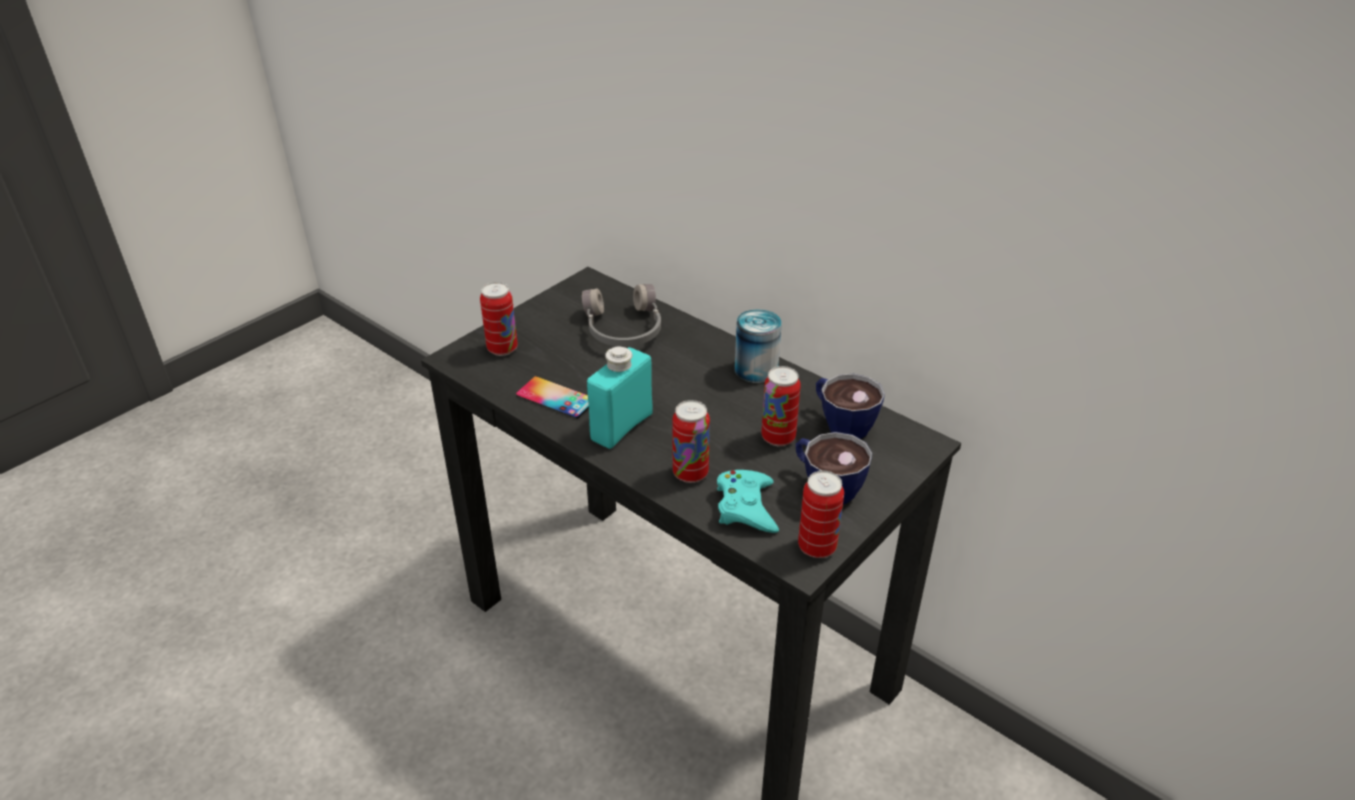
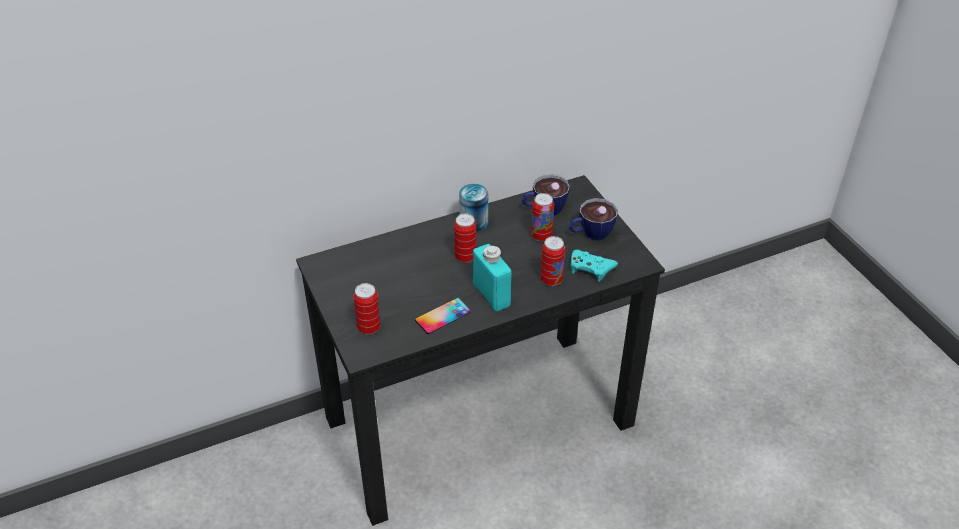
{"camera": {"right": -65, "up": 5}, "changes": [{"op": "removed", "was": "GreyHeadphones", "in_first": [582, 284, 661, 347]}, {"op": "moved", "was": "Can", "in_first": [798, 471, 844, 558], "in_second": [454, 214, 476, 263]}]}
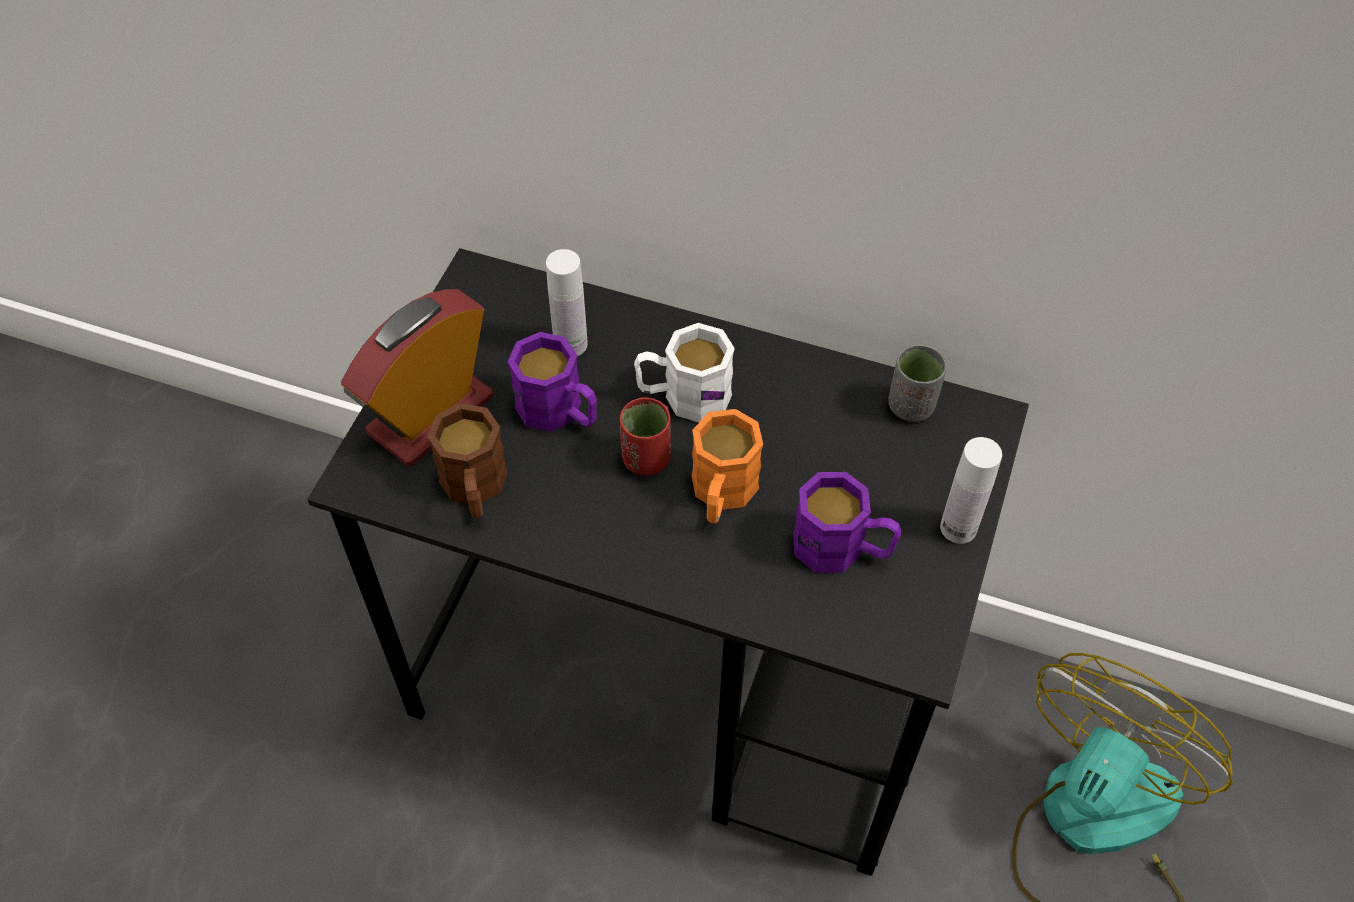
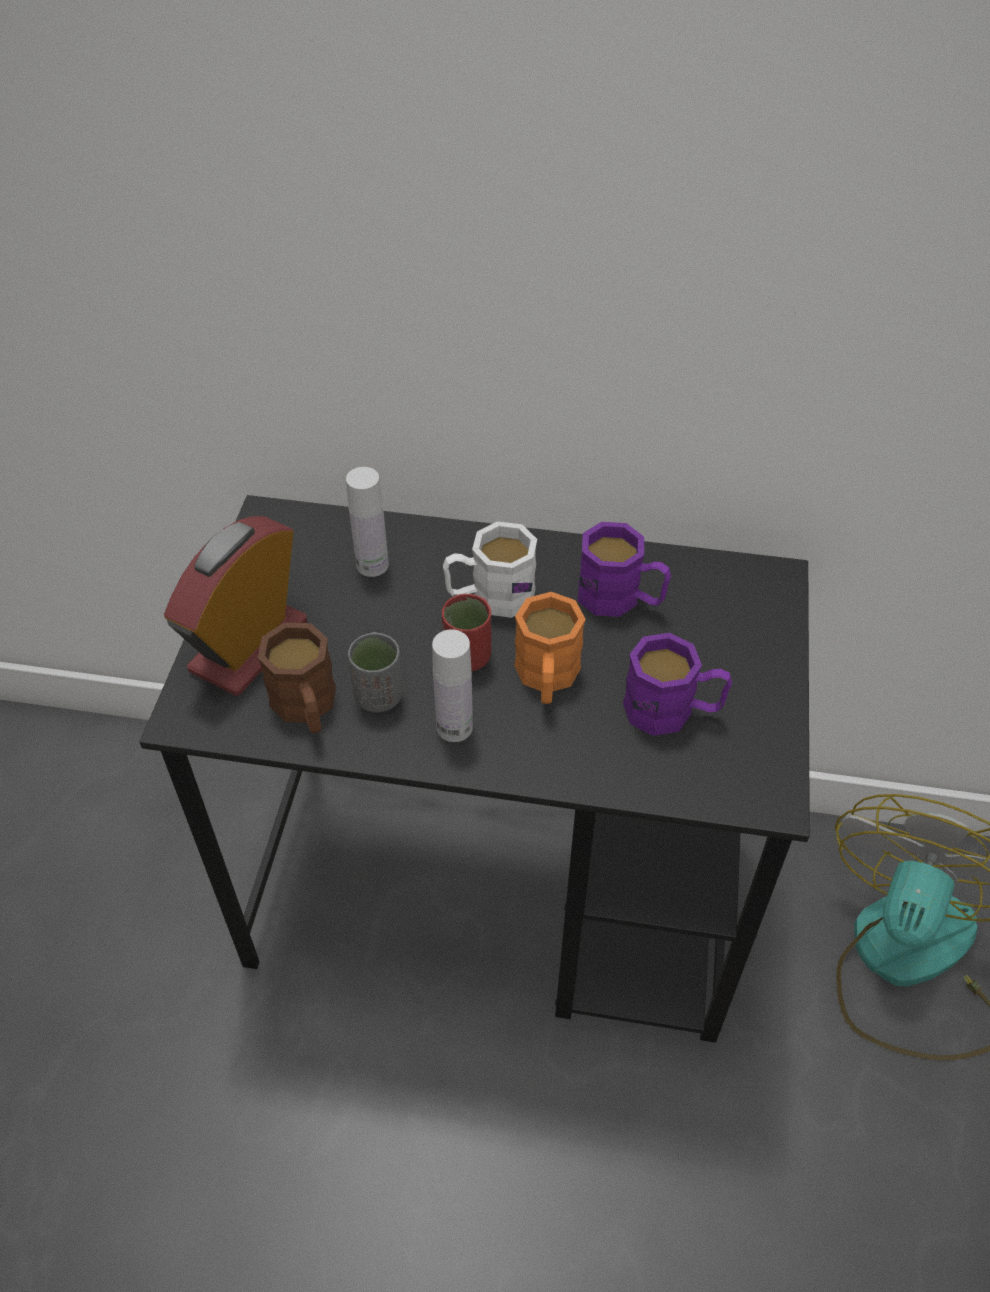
{"camera": {"right": -10, "up": -5}, "changes": [{"op": "moved", "was": "PurpleMug", "in_first": [508, 332, 597, 432], "in_second": [578, 522, 671, 617]}, {"op": "moved", "was": "GreyCup", "in_first": [888, 344, 947, 422], "in_second": [348, 632, 402, 712]}, {"op": "moved", "was": "WhiteBottle", "in_first": [940, 437, 1002, 544], "in_second": [432, 629, 473, 742]}]}
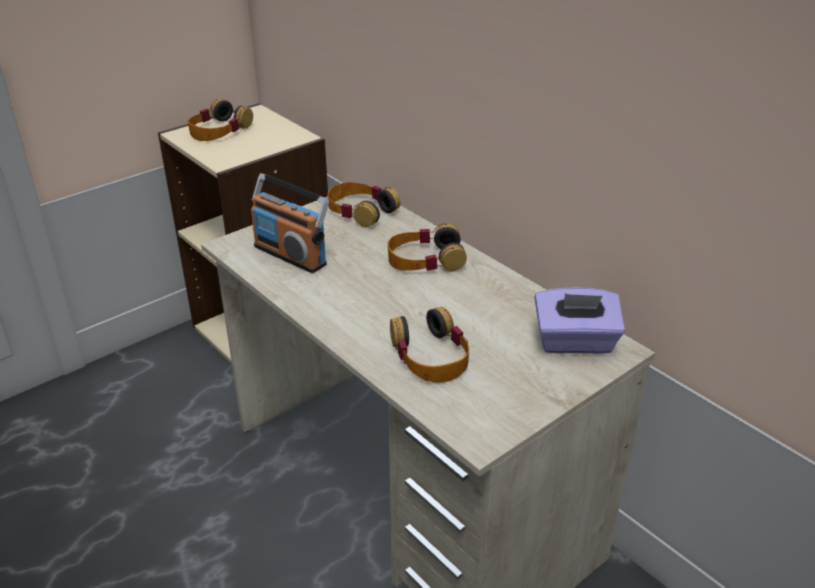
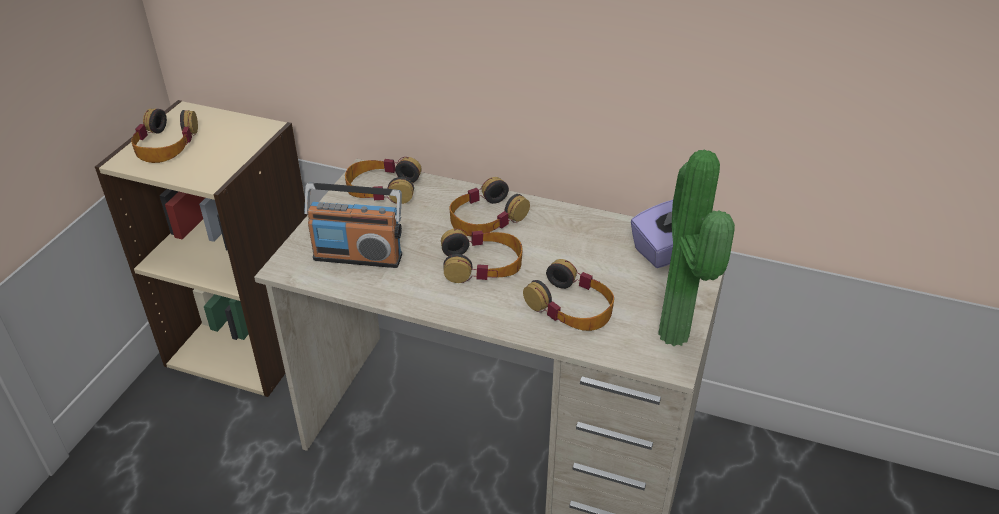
{"camera": {"right": -30, "up": 5}, "changes": [{"op": "added", "now": "PottedPlant", "in_second": [658, 150, 735, 346]}, {"op": "added", "now": "Headphones", "in_second": [441, 229, 523, 283]}]}
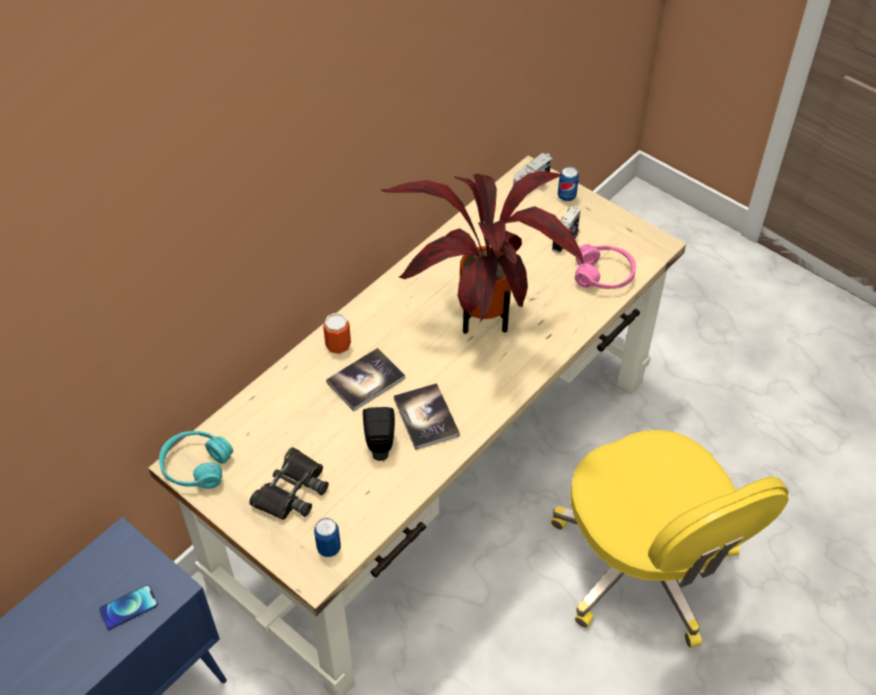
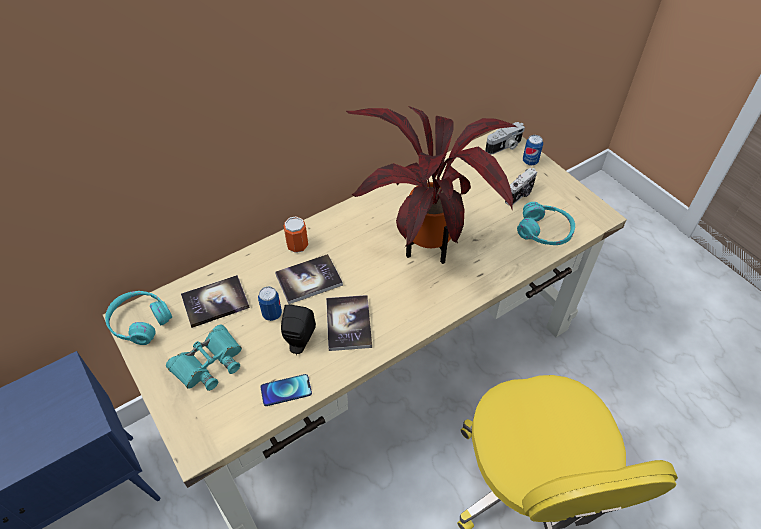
{"camera": {"right": 15, "up": 0}, "changes": [{"op": "recoloured", "was": "PinkHeadphones", "now": "TurquoiseHeadphones", "in_first": [575, 244, 636, 289], "in_second": [517, 202, 575, 245]}, {"op": "recoloured", "was": "BlackBinoculars", "now": "TurquoiseBinoculars", "in_first": [249, 447, 329, 520], "in_second": [166, 325, 242, 391]}, {"op": "moved", "was": "Can", "in_first": [314, 518, 341, 557], "in_second": [258, 287, 282, 321]}, {"op": "moved", "was": "Phone", "in_first": [99, 585, 158, 630], "in_second": [260, 374, 312, 406]}, {"op": "added", "now": "Book", "in_second": [181, 275, 250, 328]}]}
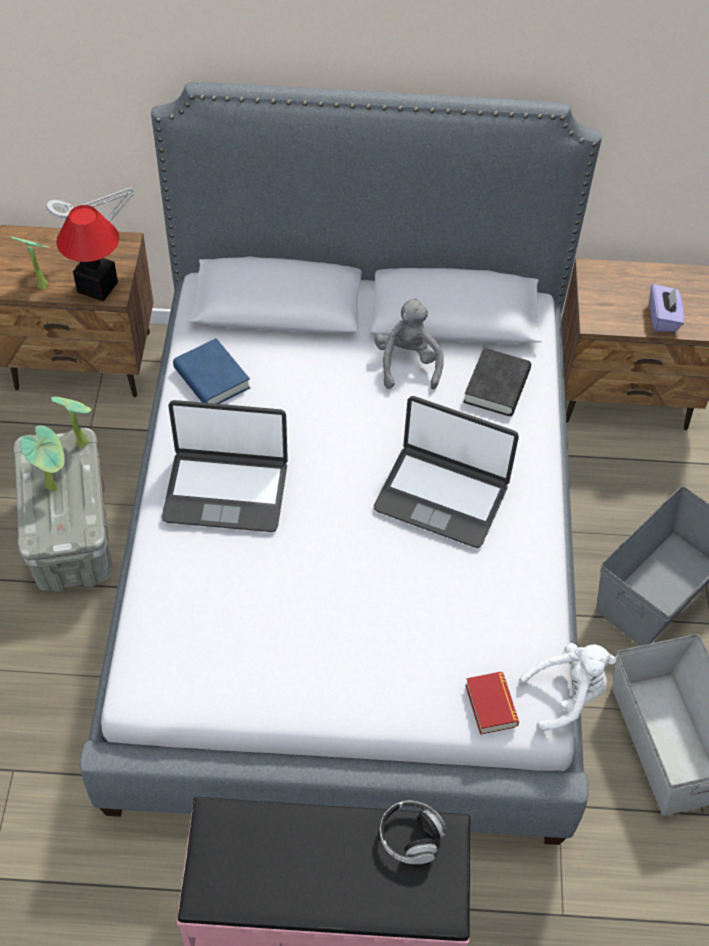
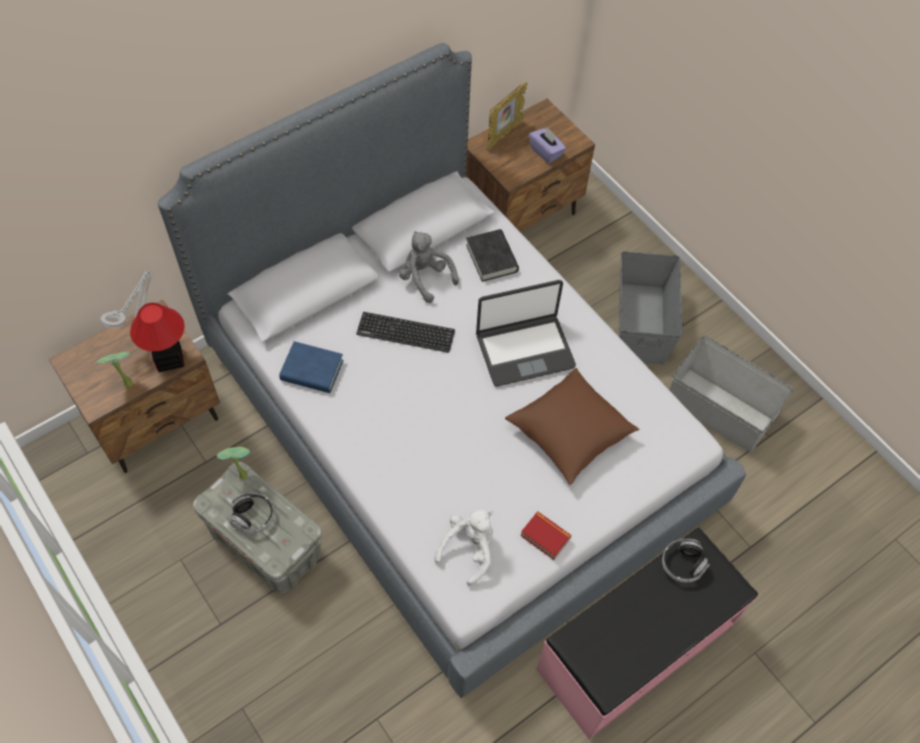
{"camera": {"right": -40, "up": 5}, "changes": [{"op": "removed", "was": "Laptop", "in_first": [162, 400, 288, 532]}, {"op": "replaced", "was": "PottedPlant", "now": "Headphones", "in_first": [20, 425, 65, 492], "in_second": [230, 493, 274, 534]}, {"op": "moved", "was": "WhitePlushToy", "in_first": [519, 643, 616, 731], "in_second": [434, 509, 493, 586]}, {"op": "moved", "was": "Book", "in_first": [465, 672, 519, 735], "in_second": [520, 512, 571, 560]}, {"op": "added", "now": "PictureFrame", "in_second": [487, 82, 527, 150]}, {"op": "added", "now": "Keyboard", "in_second": [356, 312, 455, 353]}, {"op": "added", "now": "BrownPillow", "in_second": [505, 368, 639, 485]}]}
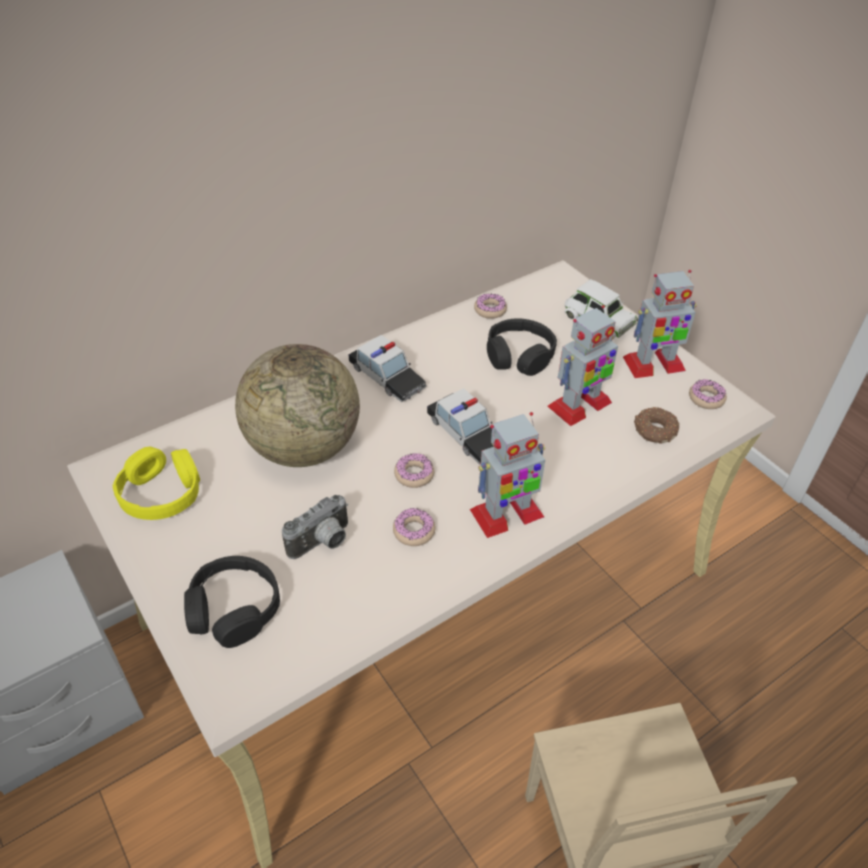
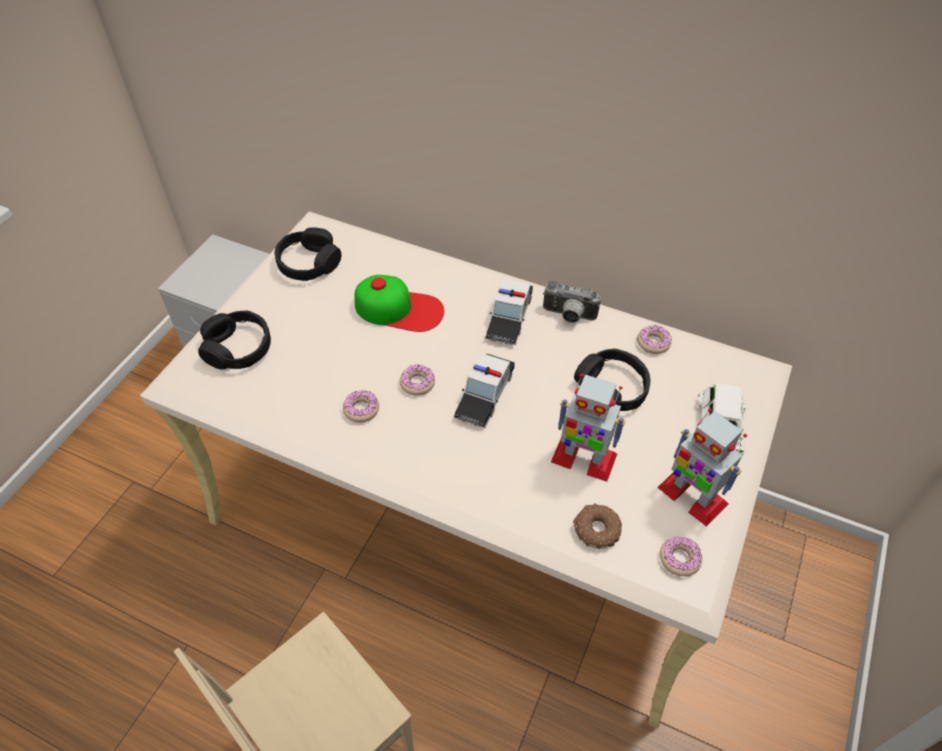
{"camera": {"right": 60, "up": 5}, "changes": [{"op": "replaced", "was": "Globe", "now": "Cap", "in_first": [235, 344, 360, 467], "in_second": [354, 275, 444, 332]}, {"op": "removed", "was": "ToyRobot", "in_first": [470, 412, 545, 538]}, {"op": "recoloured", "was": "YellowHeadphones", "now": "BlackHeadphones", "in_first": [113, 447, 200, 520], "in_second": [275, 227, 341, 281]}, {"op": "moved", "was": "PhotoCamera", "in_first": [282, 495, 348, 559], "in_second": [543, 281, 601, 323]}]}
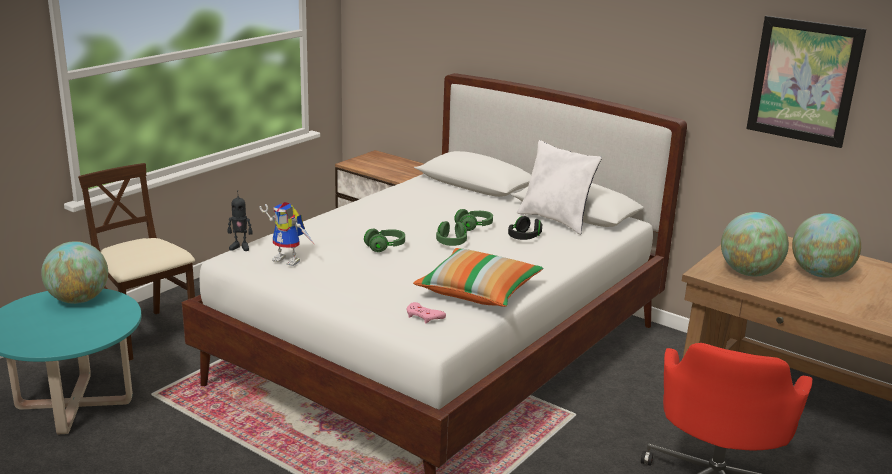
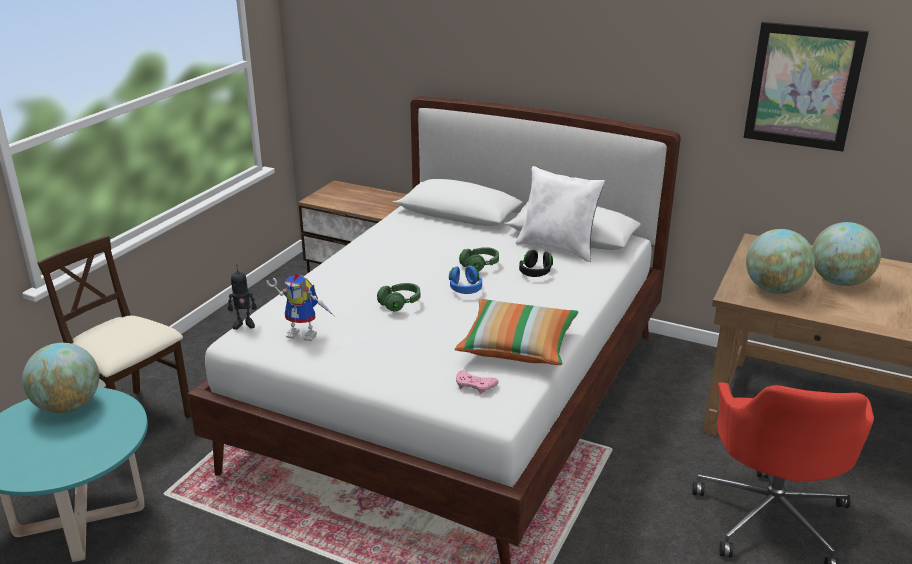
{"camera": {"right": -10, "up": 5}, "changes": [{"op": "recoloured", "was": "GreenHeadphones", "now": "BlueHeadphones", "in_first": [436, 221, 467, 246], "in_second": [449, 265, 482, 294]}]}
